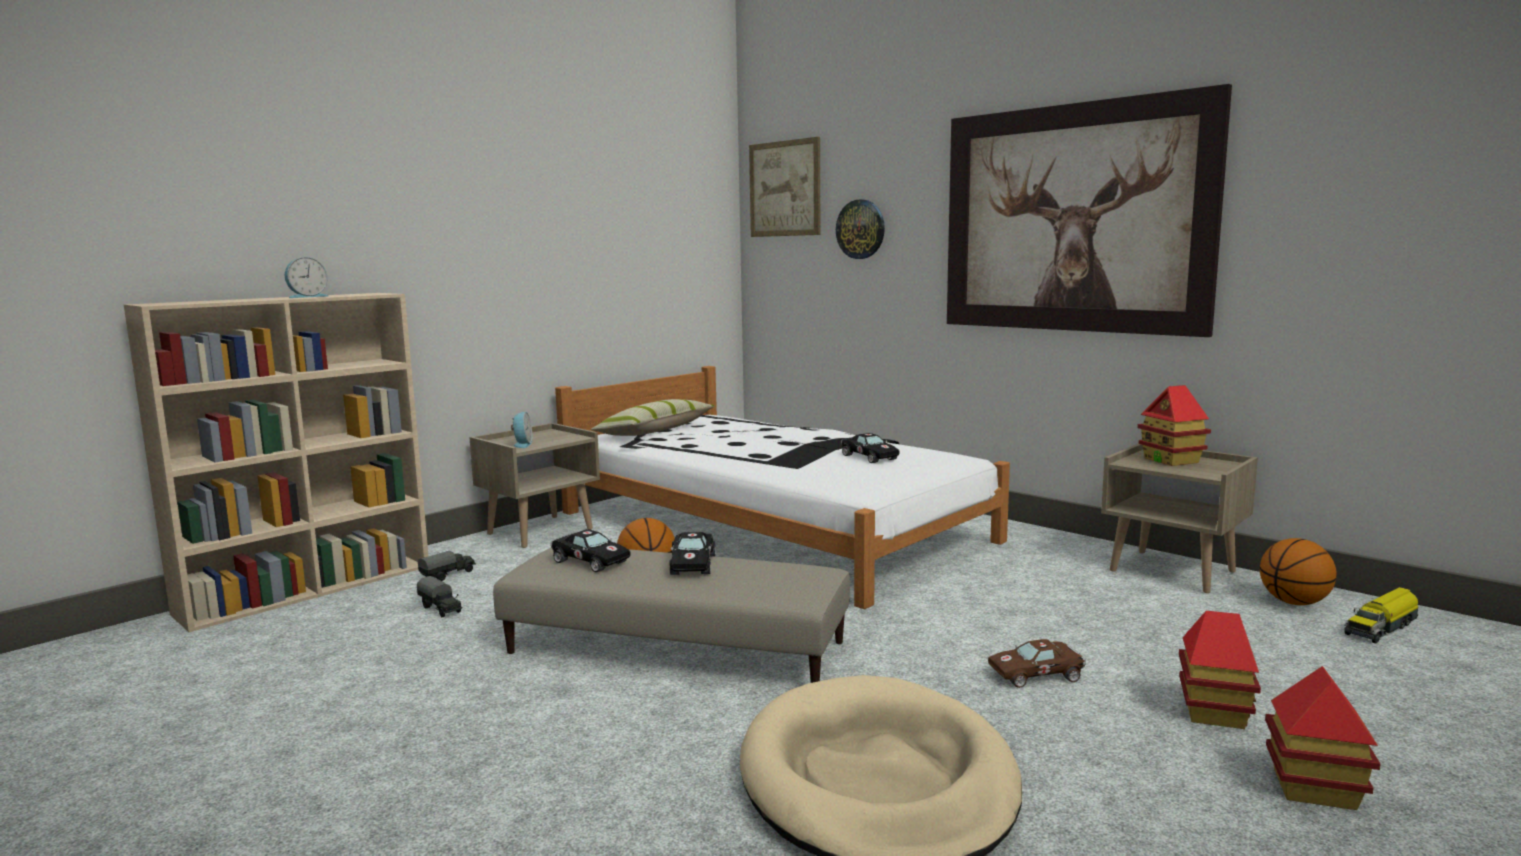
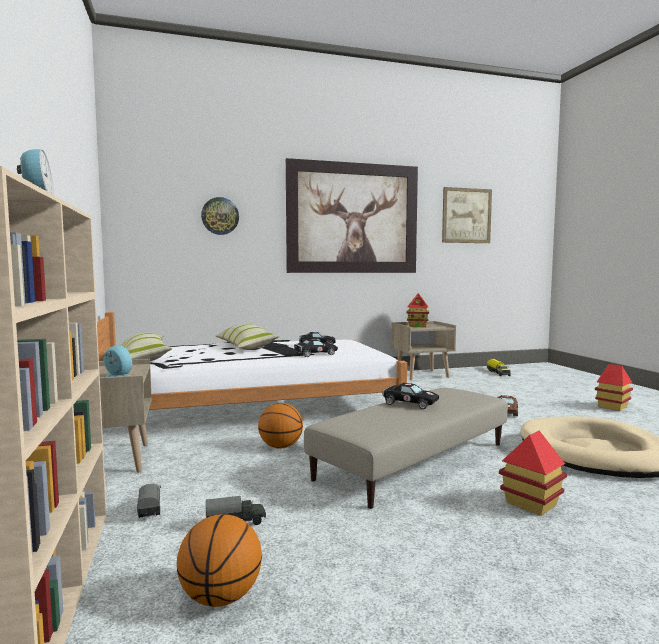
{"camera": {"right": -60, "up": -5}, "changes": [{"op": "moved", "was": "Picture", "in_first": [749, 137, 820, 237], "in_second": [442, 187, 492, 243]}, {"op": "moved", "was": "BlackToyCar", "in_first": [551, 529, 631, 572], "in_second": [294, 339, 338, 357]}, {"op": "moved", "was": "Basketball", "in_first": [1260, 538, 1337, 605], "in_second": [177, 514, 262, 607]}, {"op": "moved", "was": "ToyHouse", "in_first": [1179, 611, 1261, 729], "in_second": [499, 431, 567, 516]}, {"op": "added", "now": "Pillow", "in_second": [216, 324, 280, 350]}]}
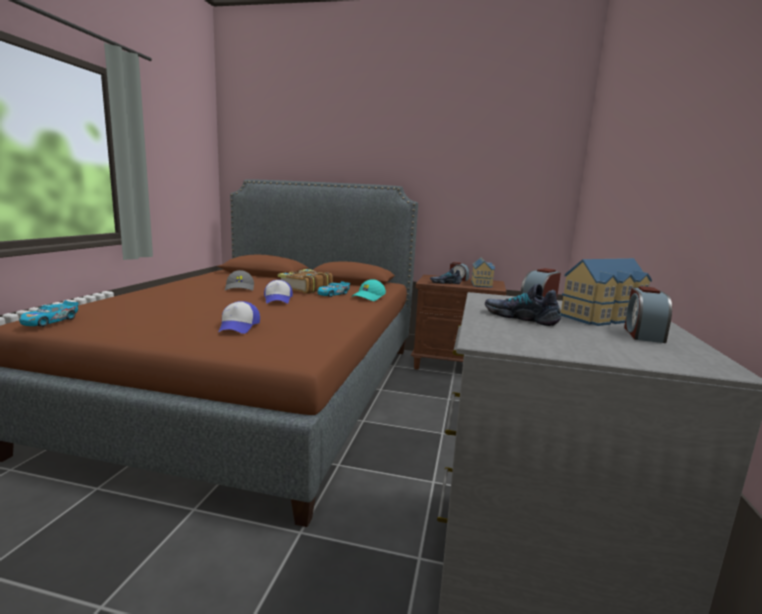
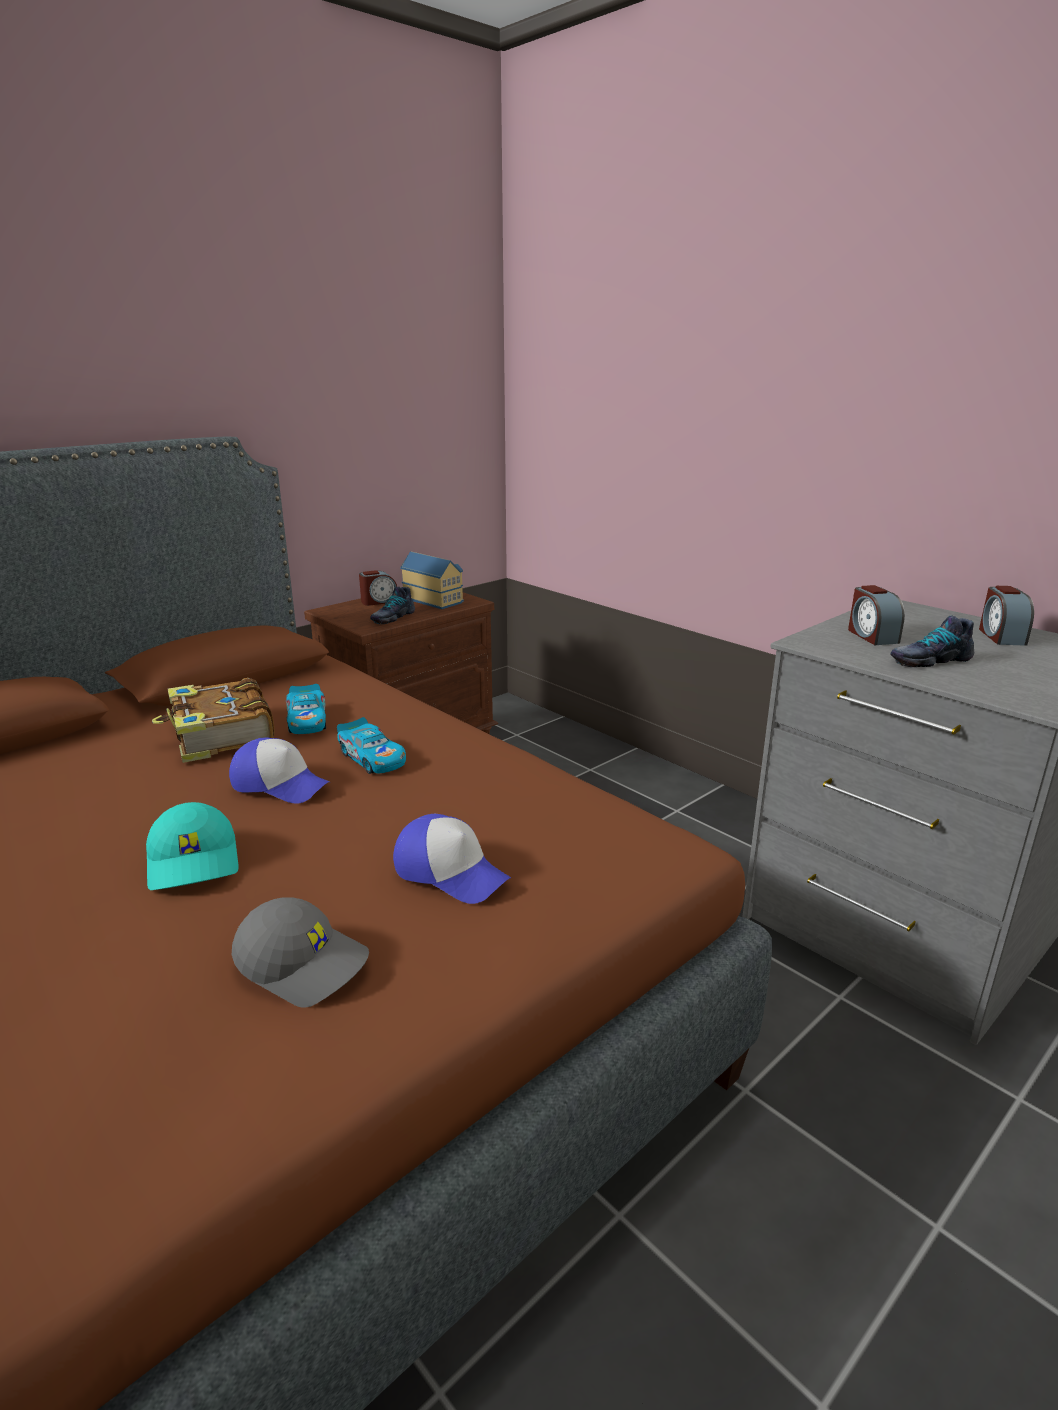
{"camera": {"right": -55, "up": 10}, "changes": [{"op": "removed", "was": "ToyHouse", "in_first": [561, 258, 652, 326]}, {"op": "moved", "was": "GreyCap", "in_first": [225, 270, 254, 291], "in_second": [232, 897, 369, 1008]}, {"op": "moved", "was": "TurquoiseCap", "in_first": [351, 279, 386, 301], "in_second": [146, 802, 239, 890]}, {"op": "turned", "was": "AlarmClock", "in_first": [624, 286, 672, 343], "in_second": [979, 586, 1034, 646], "clockwise": 45}, {"op": "moved", "was": "ToyCar", "in_first": [19, 300, 79, 327], "in_second": [337, 717, 406, 774]}]}
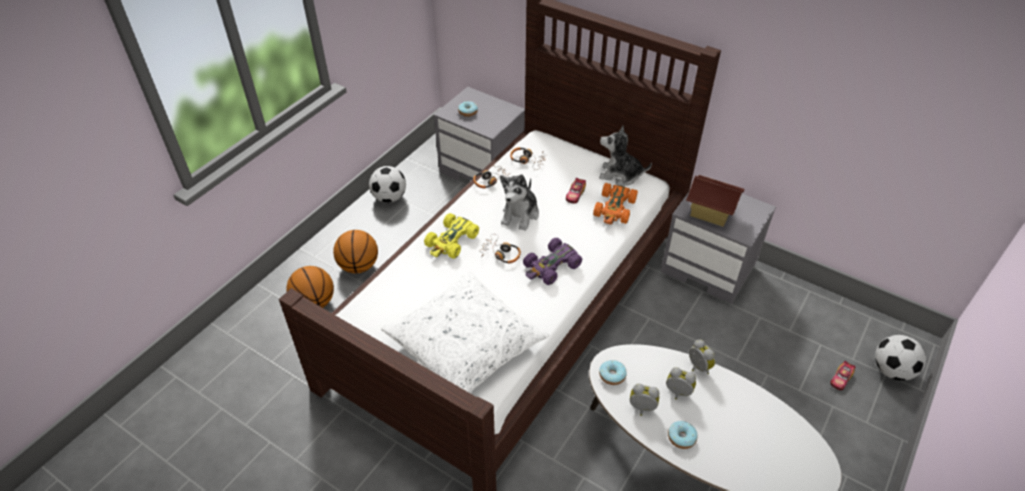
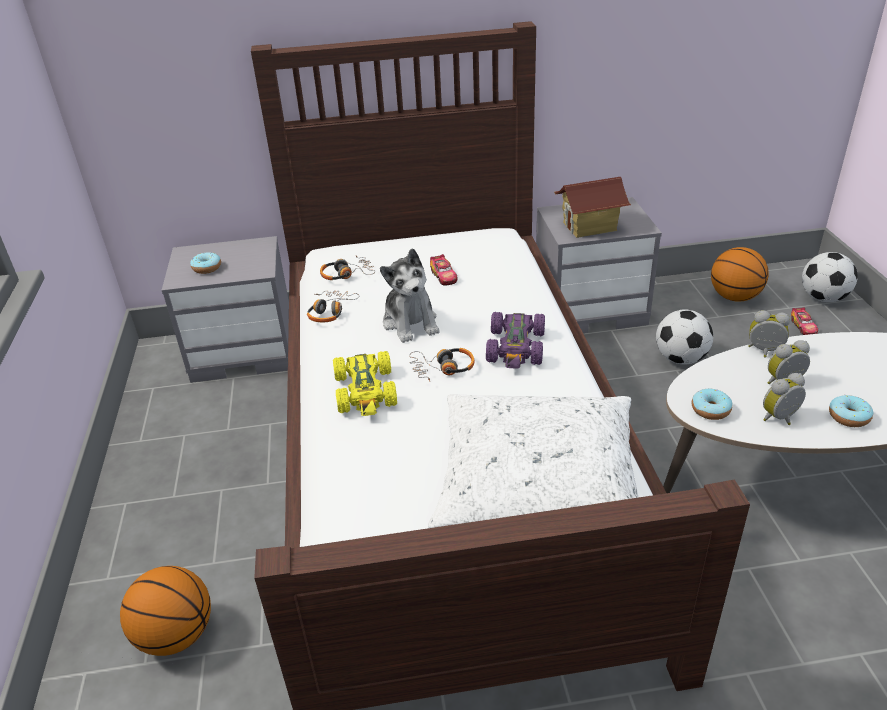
{"camera": {"right": -40, "up": -10}, "changes": [{"op": "removed", "was": "PlushToy", "in_first": [599, 126, 652, 186]}, {"op": "moved", "was": "Football", "in_first": [369, 166, 406, 203], "in_second": [656, 310, 713, 364]}, {"op": "removed", "was": "OrangeToyCar", "in_first": [593, 183, 638, 224]}, {"op": "moved", "was": "Basketball", "in_first": [333, 230, 378, 273], "in_second": [711, 247, 769, 302]}]}
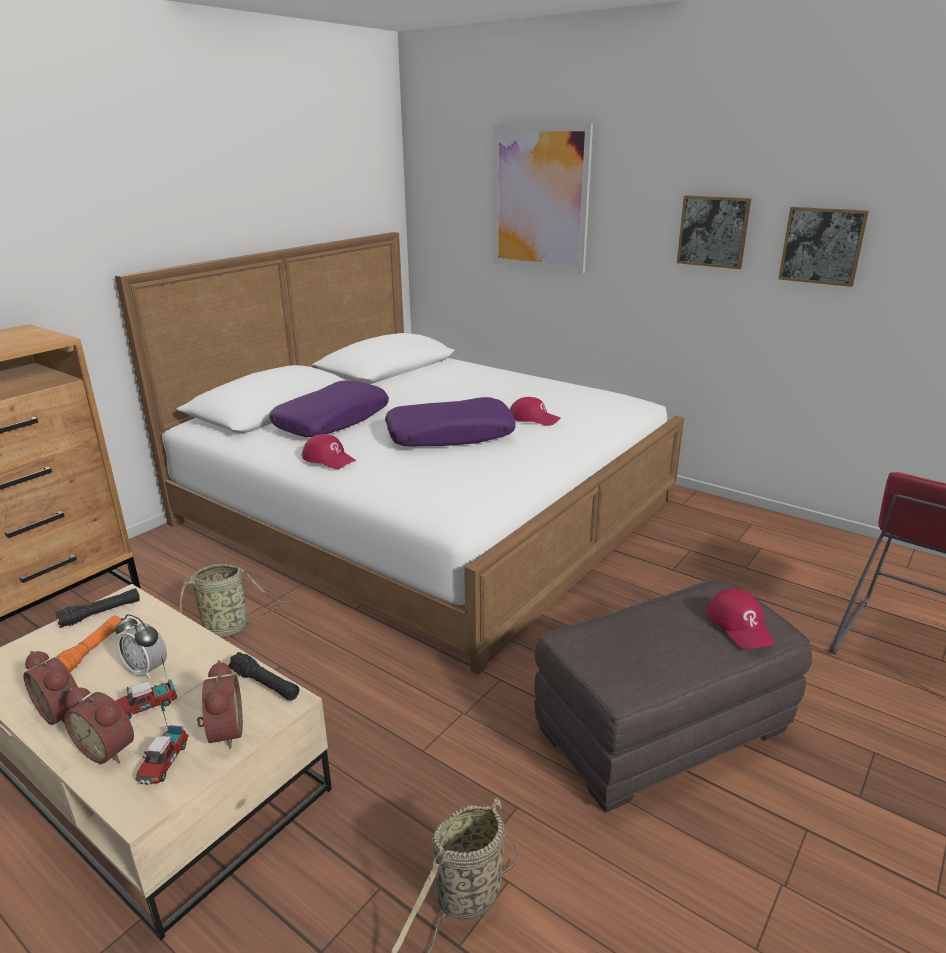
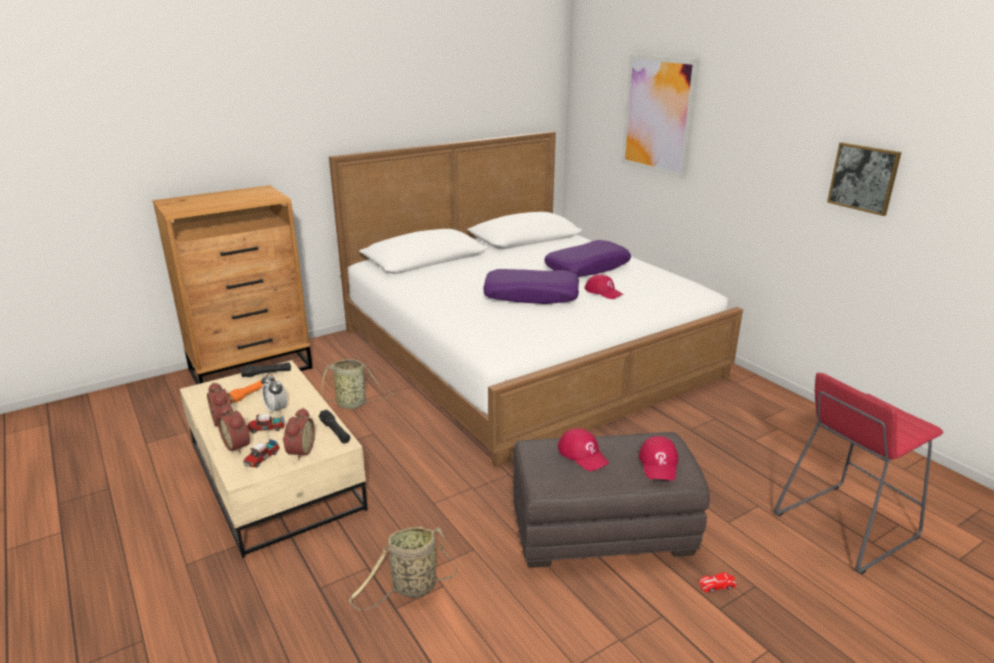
{"camera": {"right": 20, "up": 0}, "changes": [{"op": "removed", "was": "Picture", "in_first": [677, 195, 751, 269]}, {"op": "moved", "was": "PurplePillow", "in_first": [269, 381, 389, 437], "in_second": [544, 240, 631, 277]}, {"op": "moved", "was": "RedCap", "in_first": [302, 434, 357, 469], "in_second": [557, 428, 609, 471]}, {"op": "added", "now": "ToyCar", "in_second": [699, 572, 737, 593]}]}
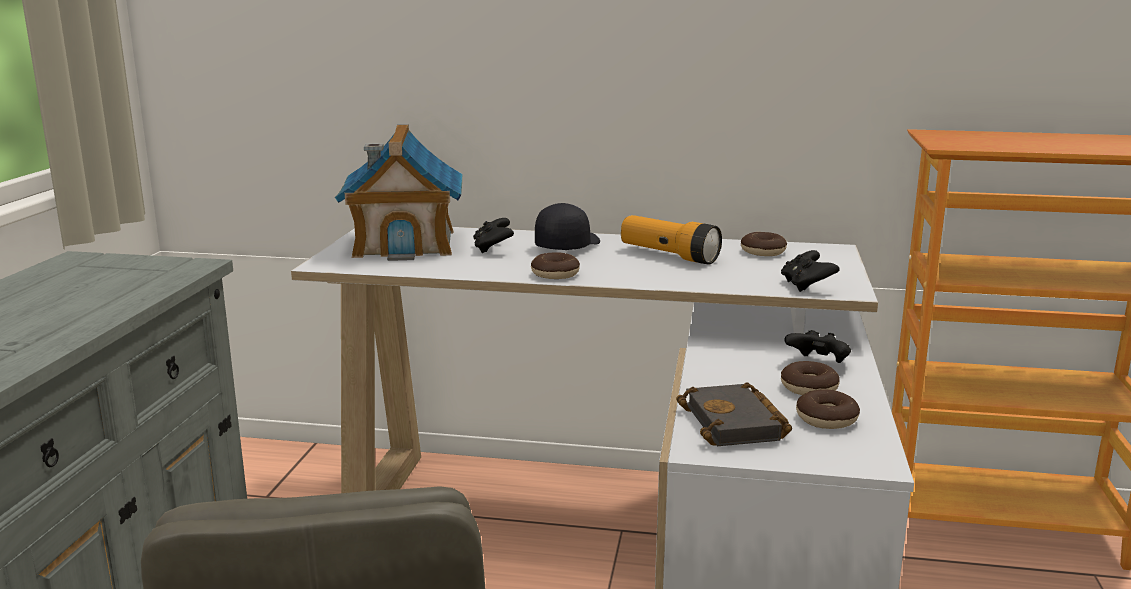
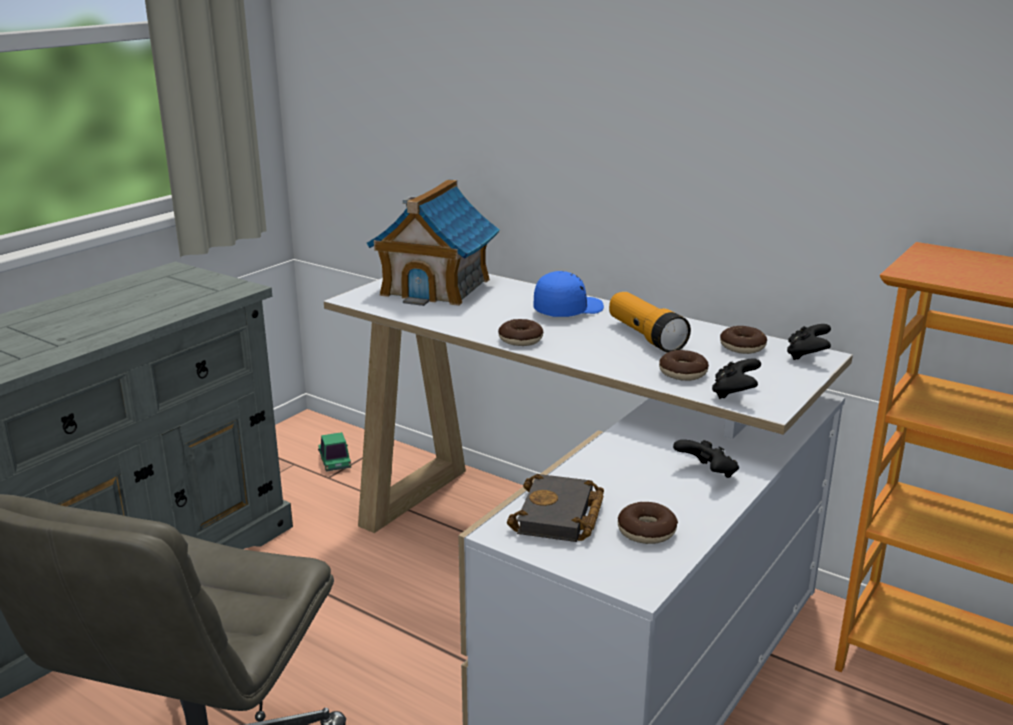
{"camera": {"right": 25, "up": 5}, "changes": [{"op": "recoloured", "was": "BlackCap", "now": "BlueCap", "in_first": [535, 203, 600, 250], "in_second": [534, 271, 604, 317]}, {"op": "moved", "was": "BlackGameController", "in_first": [473, 218, 514, 253], "in_second": [787, 324, 831, 360]}, {"op": "moved", "was": "Donut", "in_first": [781, 361, 840, 395], "in_second": [659, 350, 709, 381]}, {"op": "added", "now": "ToyCar", "in_second": [318, 432, 351, 472]}]}
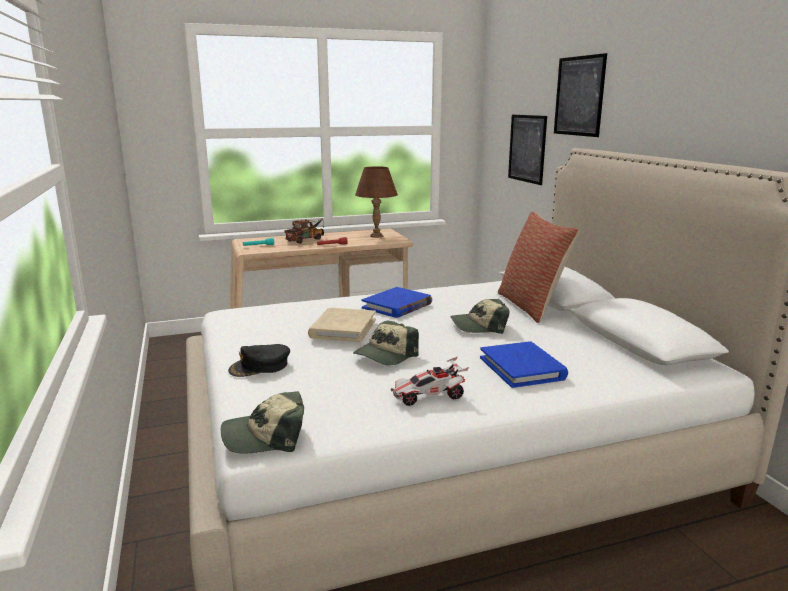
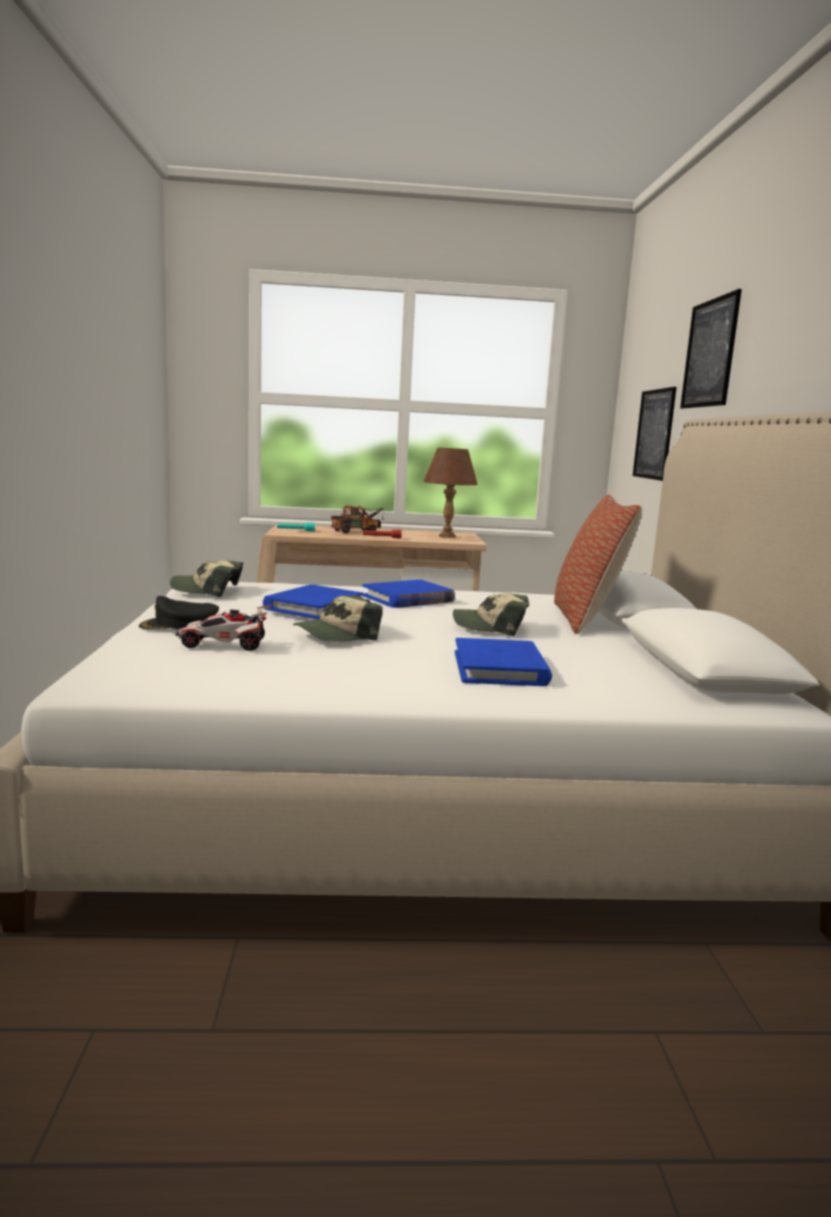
{"camera": {"right": 15, "up": -5}, "changes": [{"op": "recoloured", "was": "BeigeBook", "now": "BlueBook", "in_first": [308, 308, 376, 342], "in_second": [263, 585, 363, 619]}, {"op": "moved", "was": "ToyCar", "in_first": [391, 357, 469, 406], "in_second": [175, 605, 271, 651]}, {"op": "moved", "was": "Cap", "in_first": [221, 391, 304, 453], "in_second": [170, 560, 243, 597]}]}
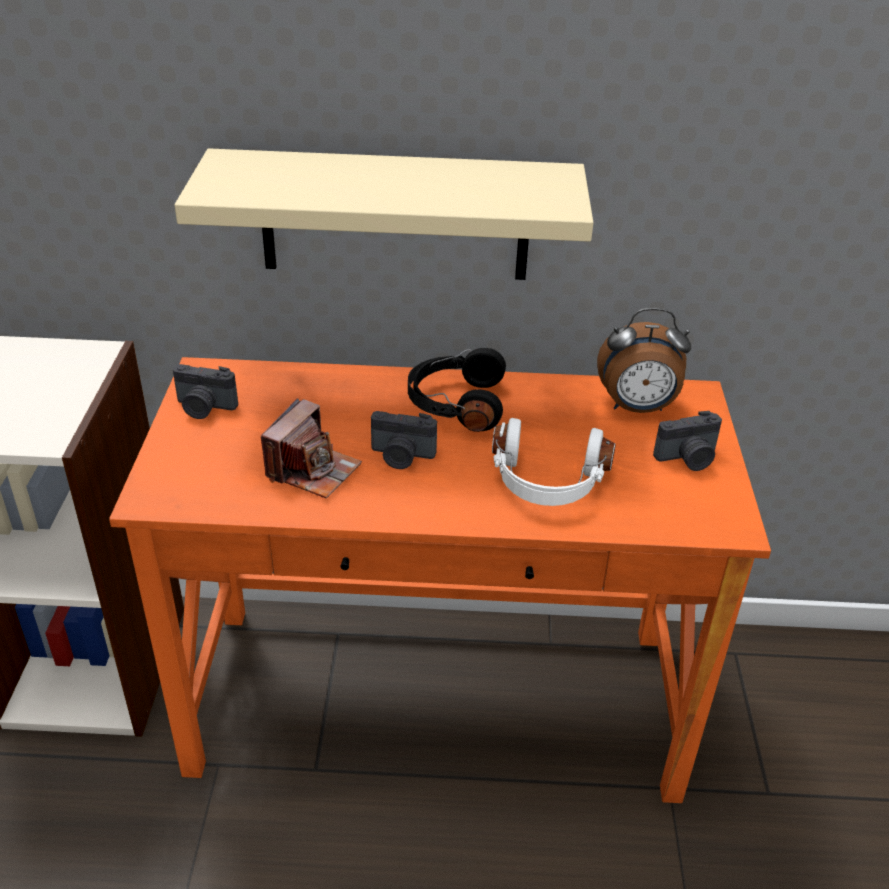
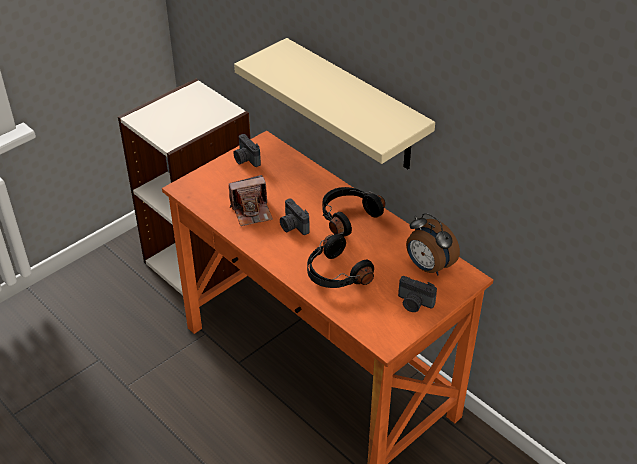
{"camera": {"right": 45, "up": 5}, "changes": [{"op": "recoloured", "was": "WhiteHeadphones", "now": "BlackHeadphones", "in_first": [492, 418, 616, 506], "in_second": [307, 234, 374, 288]}]}
